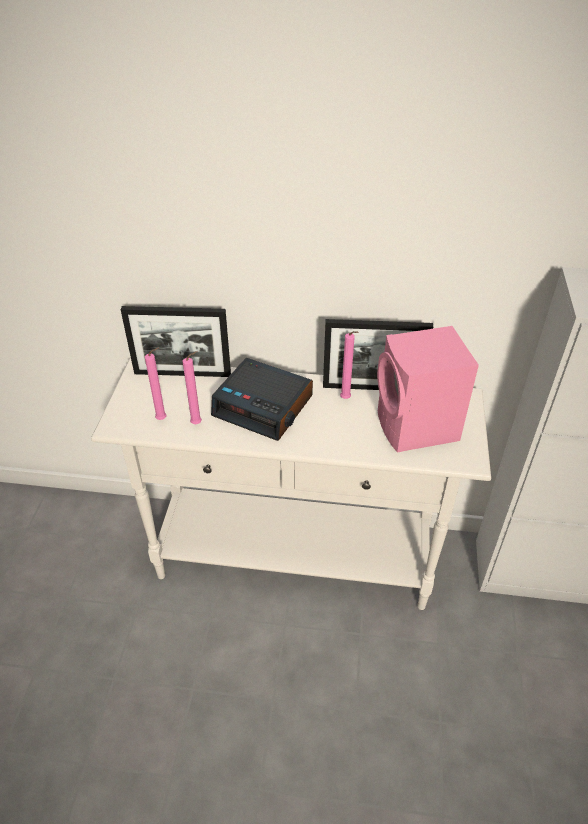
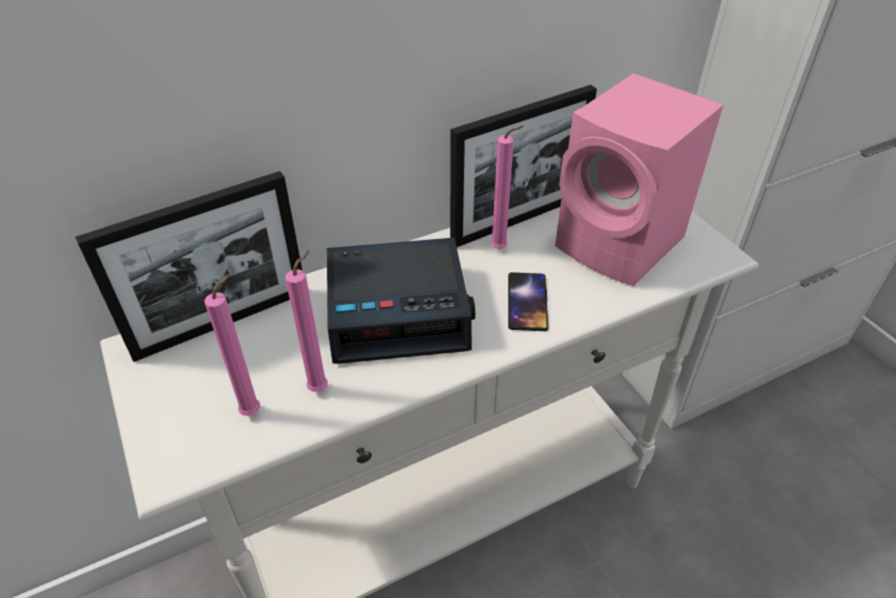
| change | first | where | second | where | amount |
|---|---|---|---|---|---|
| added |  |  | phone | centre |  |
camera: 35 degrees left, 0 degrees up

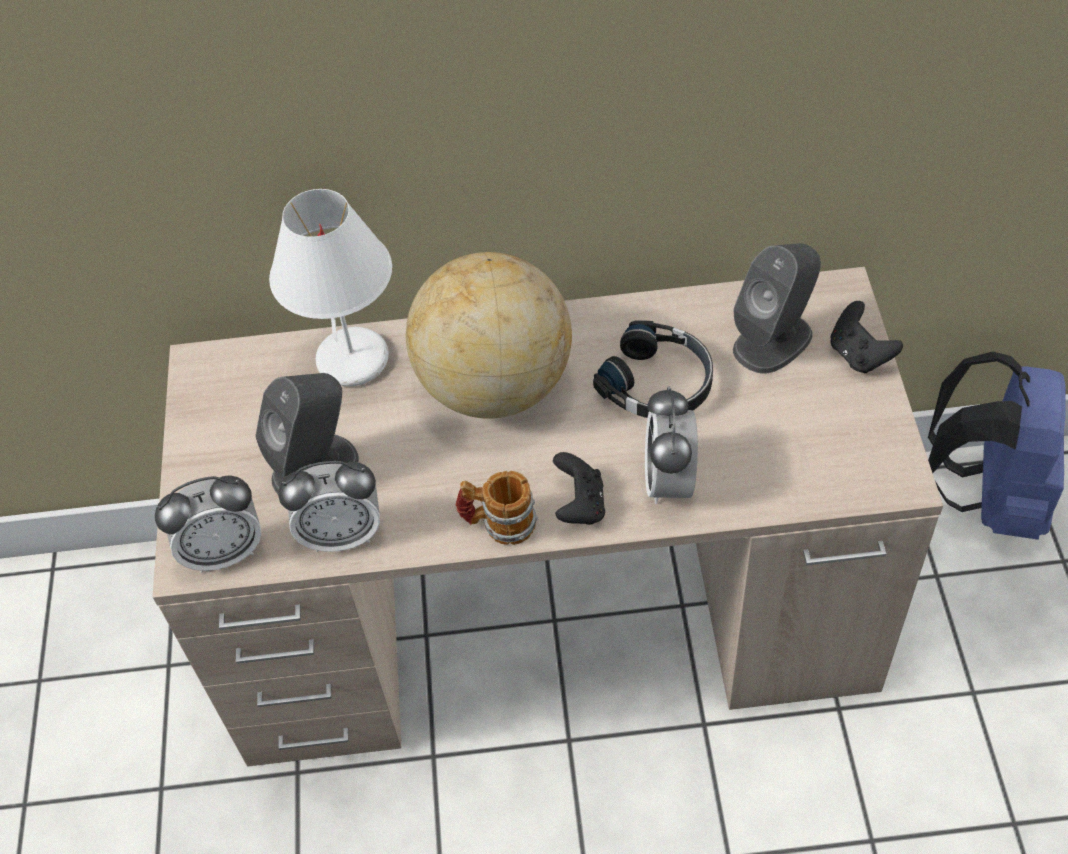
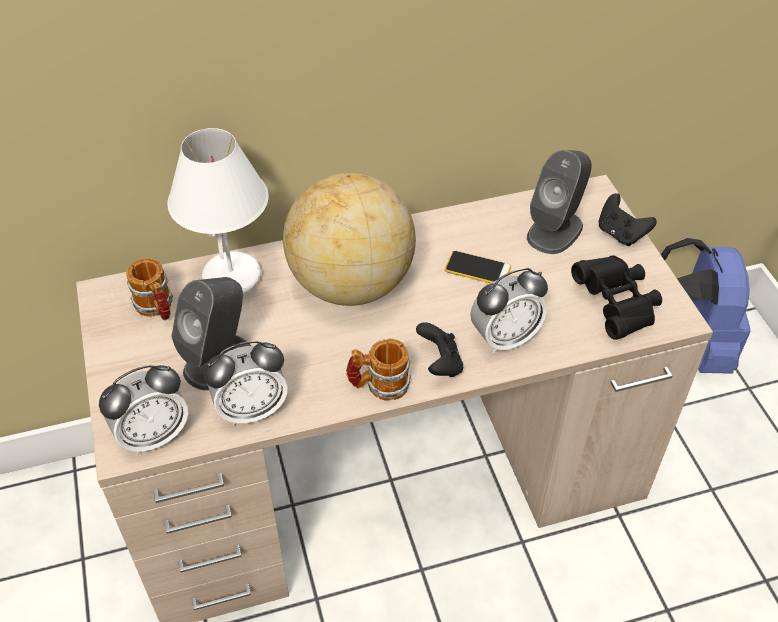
| change | first | where | second | where | amount |
|---|---|---|---|---|---|
| replaced | headset in black-coloured | centre | phone | centre |  |
| turned | alarm clock (3rd from left) | centre |  | centre | 105 degrees counterclockwise |
| added |  |  | mug (1st from left) | middle left |  |
| added |  |  | field glasses in black-coloured | middle right |  |
camera: 15 degrees left, 5 degrees down

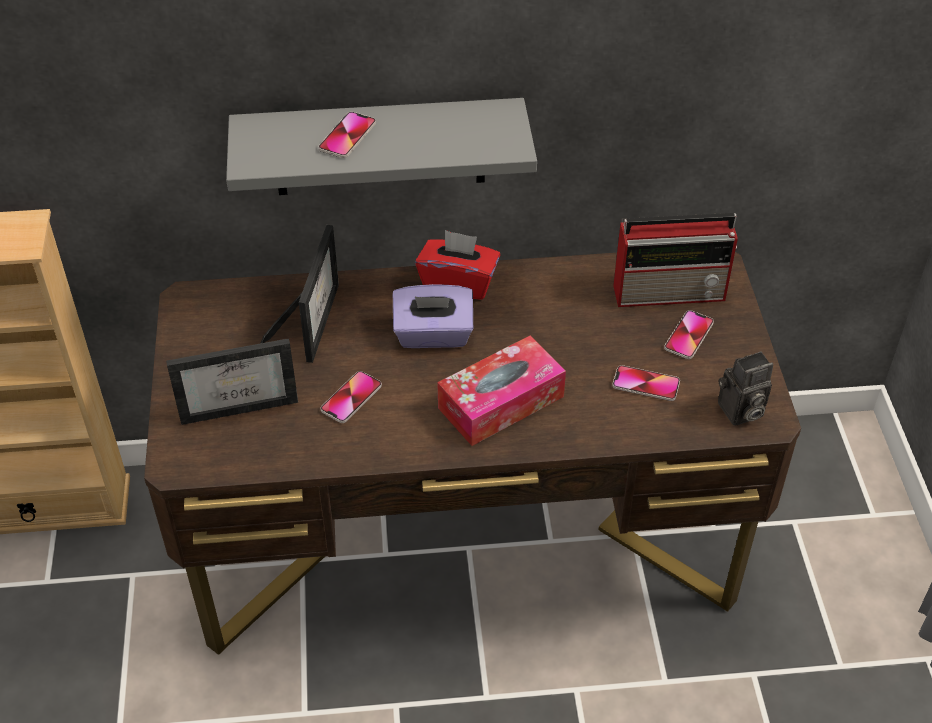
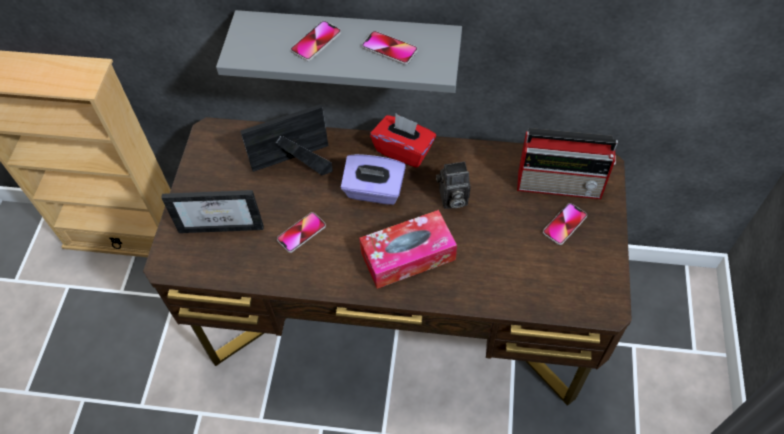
| change | first | where | second | where | amount |
|---|---|---|---|---|---|
| turned | picture frame (2nd from left) | middle left |  | top centre | 135 degrees counterclockwise |
| moved | phone (3rd from left) | middle right |  | top centre |  |
| moved | still camera | middle right |  | centre |  |
camera: 15 degrees right, 10 degrees up

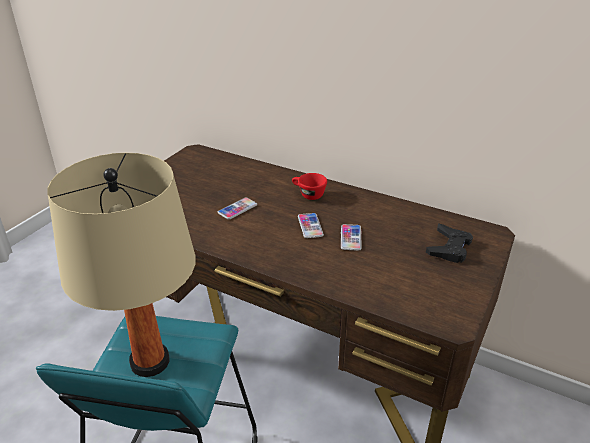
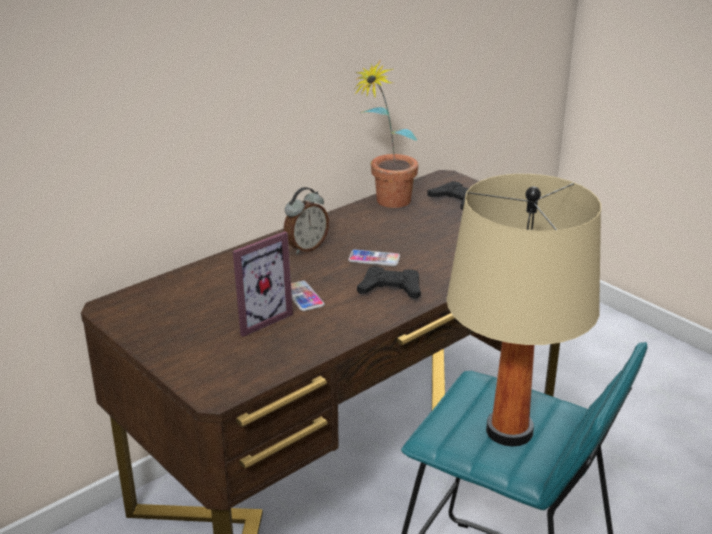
| change | first | where | second | where | amount |
|---|---|---|---|---|---|
| replaced | small cup in red-coloured | centre | alarm clock | centre |  |
| removed | phone (3rd from left) | centre |  |  |  |
| added |  |  | picture frame | centre |  |
| added |  |  | plant in a pot | top centre |  |
| added |  |  | joypad in black-coloured (1st from left) | centre |  |
camera: 70 degrees left, 5 degrees down

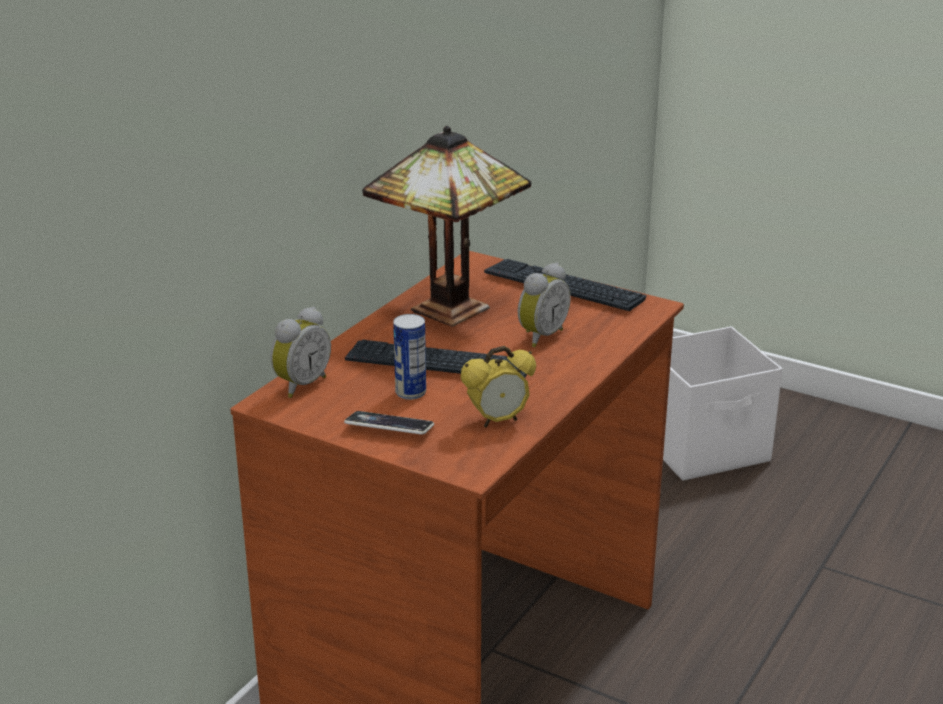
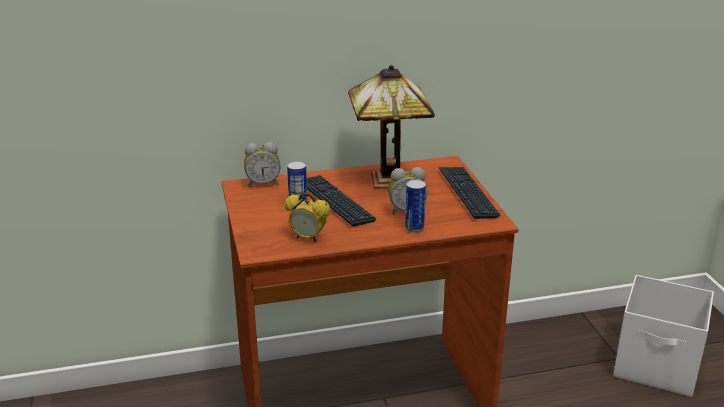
| change | first | where | second | where | amount |
|---|---|---|---|---|---|
| removed | phone | centre |  |  |  |
| added |  |  | sealed can (2nd from left) | centre |  |
camera: 45 degrees right, 0 degrees up

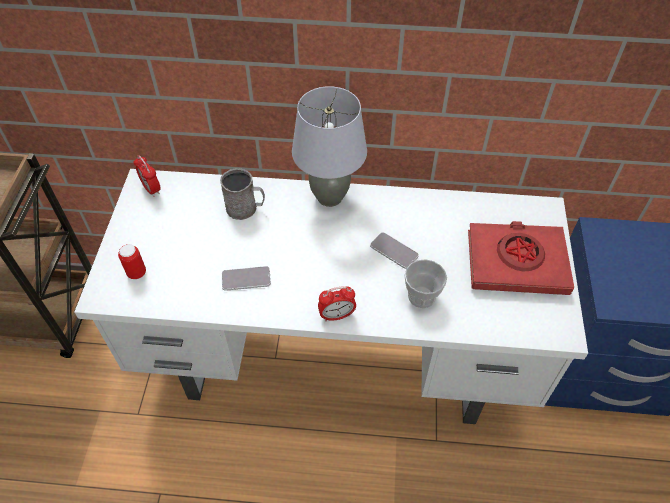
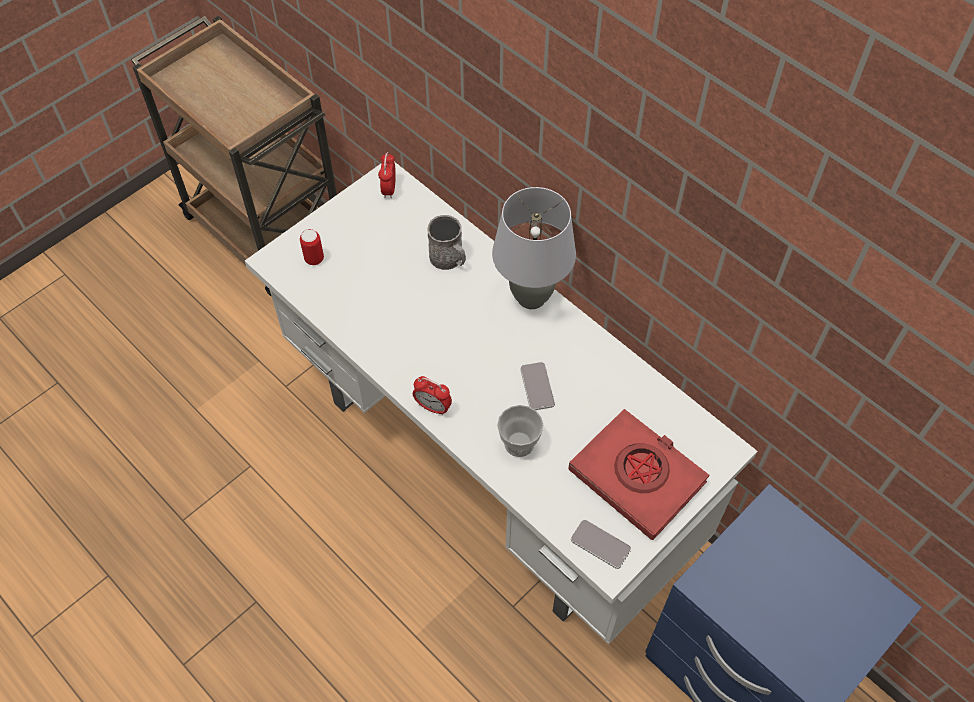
| change | first | where | second | where | amount |
|---|---|---|---|---|---|
| moved | phone (1st from left in the first image) | centre | phone (2nd from left) | bottom centre |  |
camera: 40 degrees right, 5 degrees up

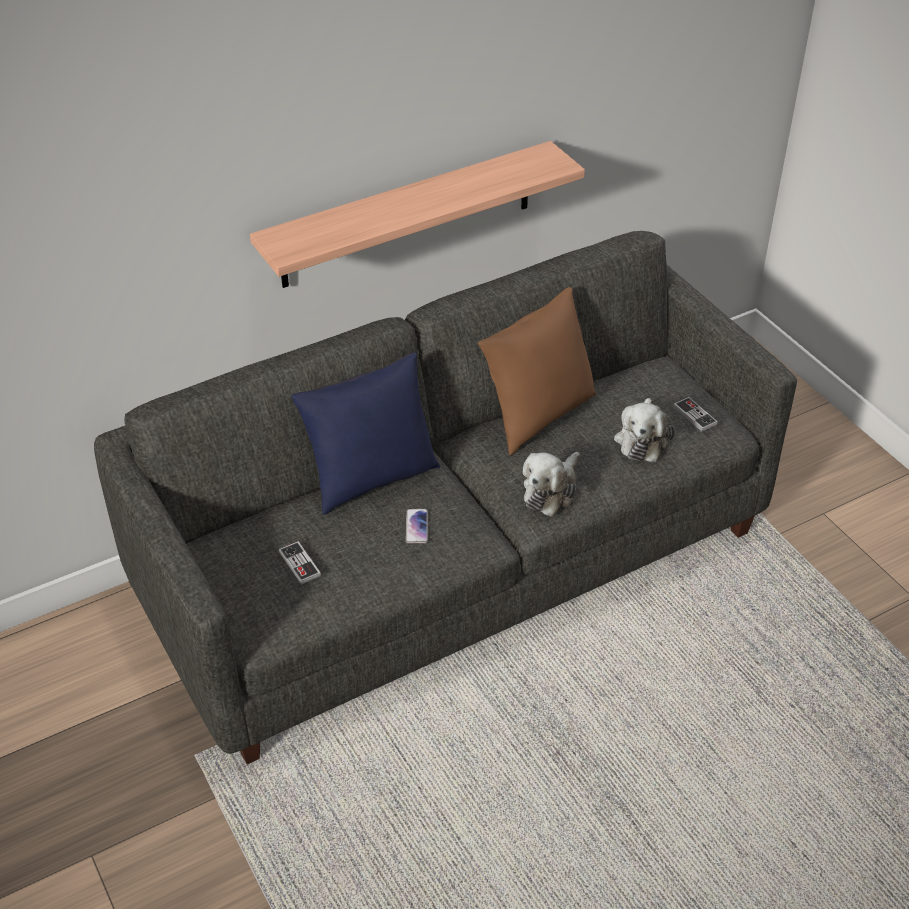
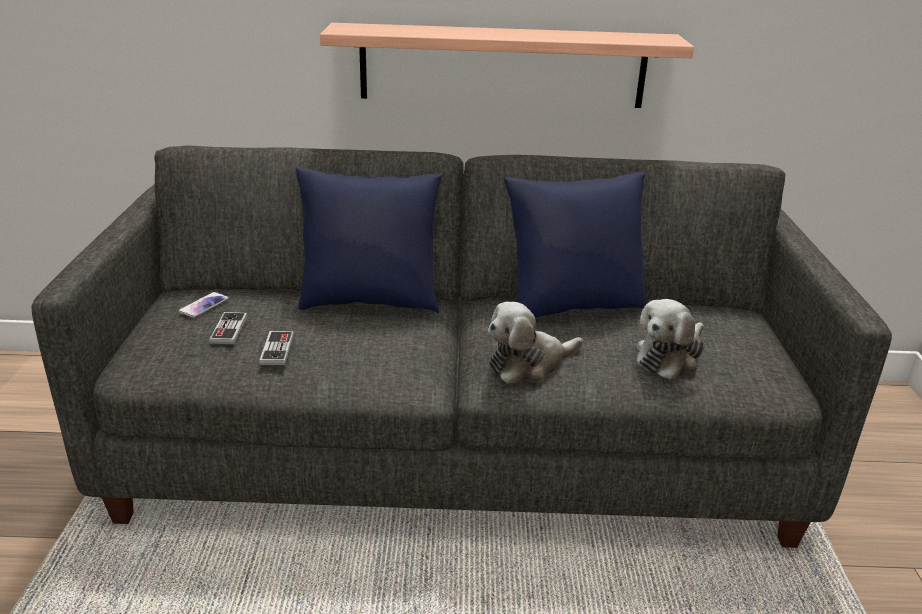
| change | first | where | second | where | amount |
|---|---|---|---|---|---|
| moved | phone | centre |  | middle left |  |
| recoloured | throw pillow in brownish | centre | throw pillow in bluish (2nd from left) | centre |  |
| moved | joypad (2nd from left) | middle right |  | middle left |  |
camera: 30 degrees right, 15 degrees down

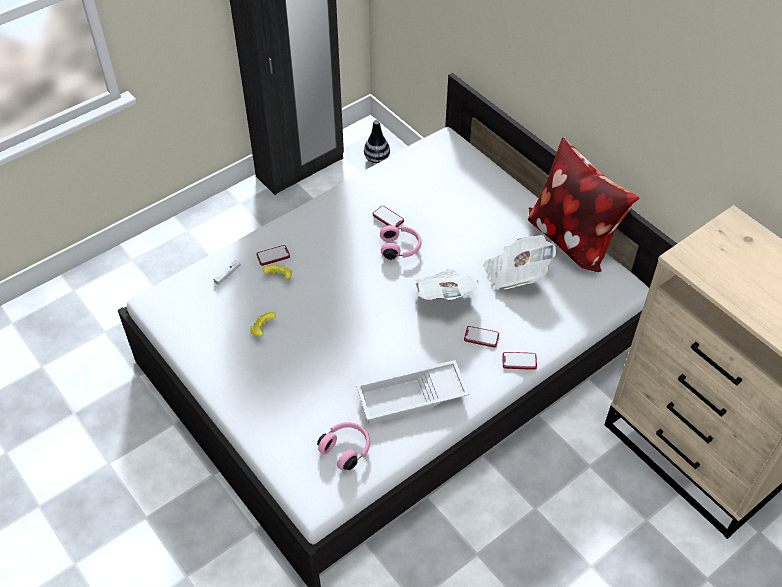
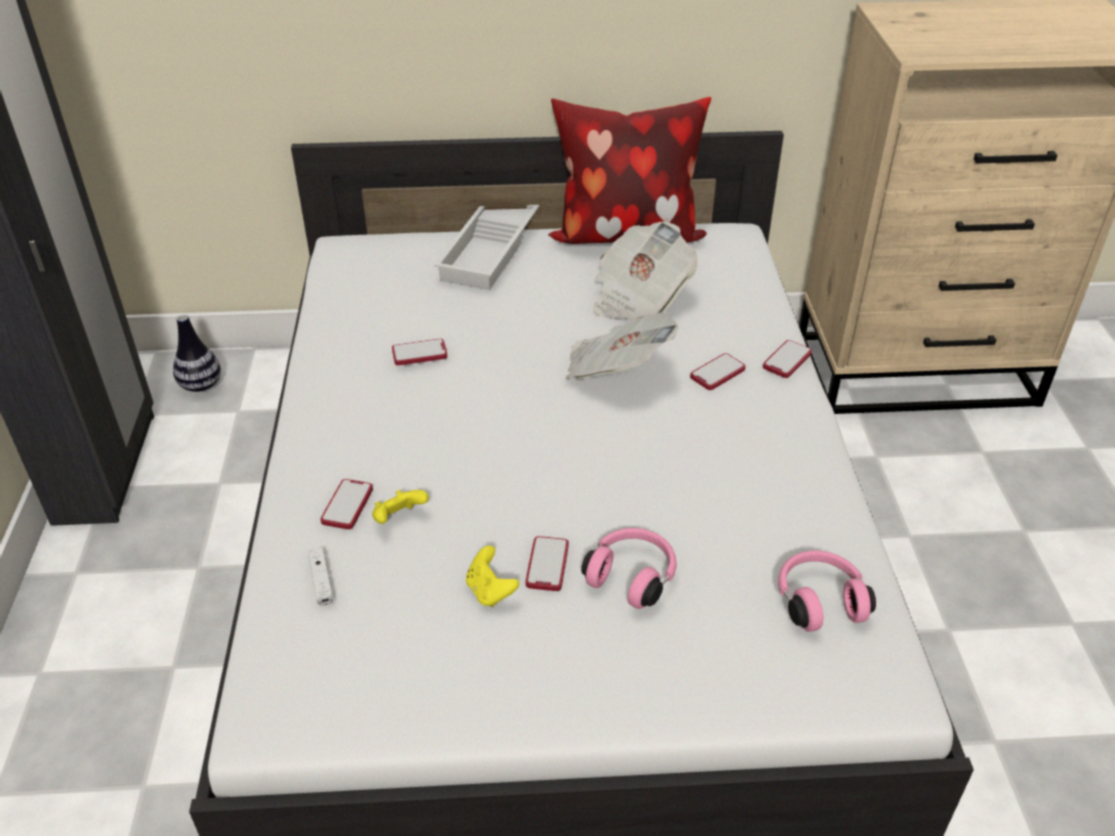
| change | first | where | second | where | amount |
|---|---|---|---|---|---|
| moved | serving tray in white | bottom centre |  | top centre |  |
| moved | headset in pink-coloured (2nd from left in the first image) | centre | headset in pink-coloured (1st from left) | bottom centre |  |
| added |  |  | phone (3rd from left) | bottom centre |  |
camera: 55 degrees left, 10 degrees down

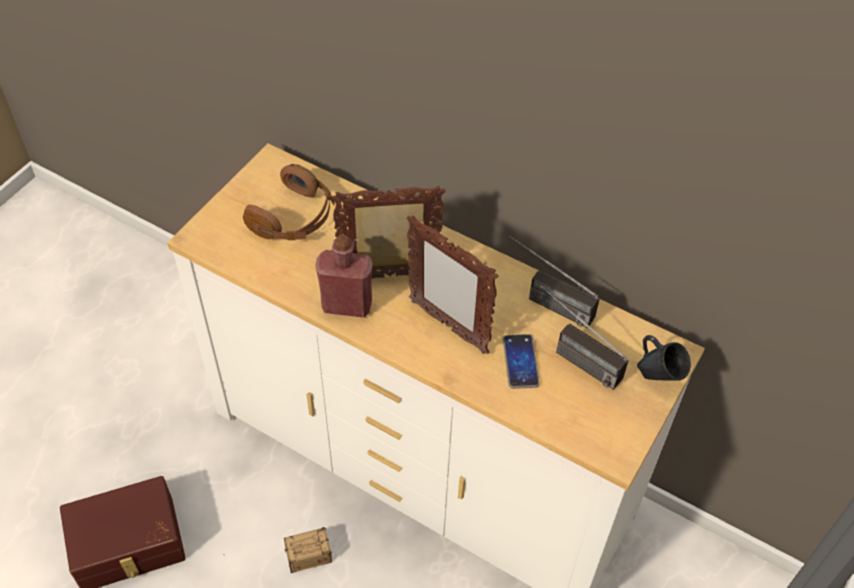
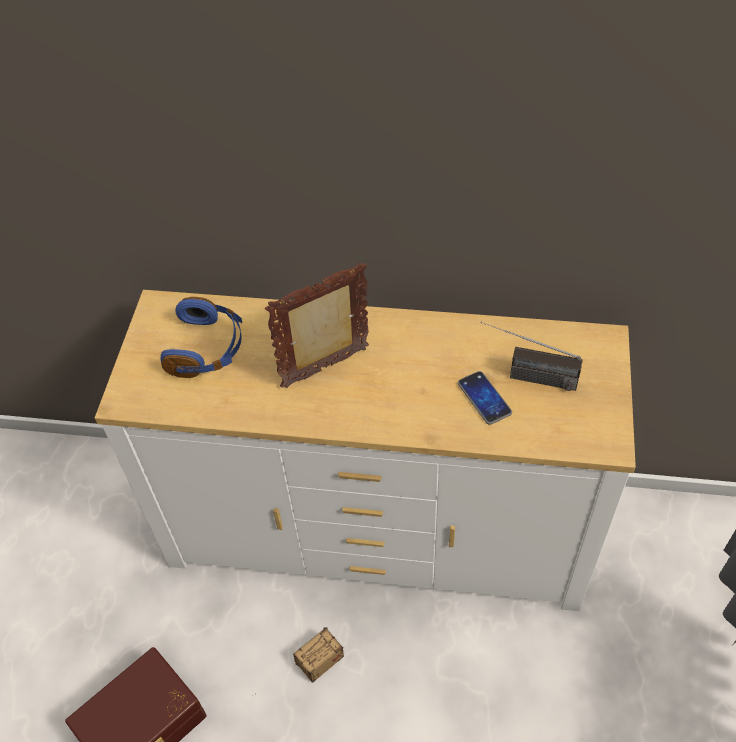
| change | first | where | second | where | amount |
|---|---|---|---|---|---|
| recoloured | headset in brownish | centre | headset in bluish | middle left |  |
| removed | bottle in red-coloured | centre |  |  |  |
| removed | picture frame (2nd from left) | centre |  |  |  |
| removed | radio (1st from left) | centre |  |  |  |
| removed | mug in bluish | middle right |  |  |  |
camera: 20 degrees left, 0 degrees up

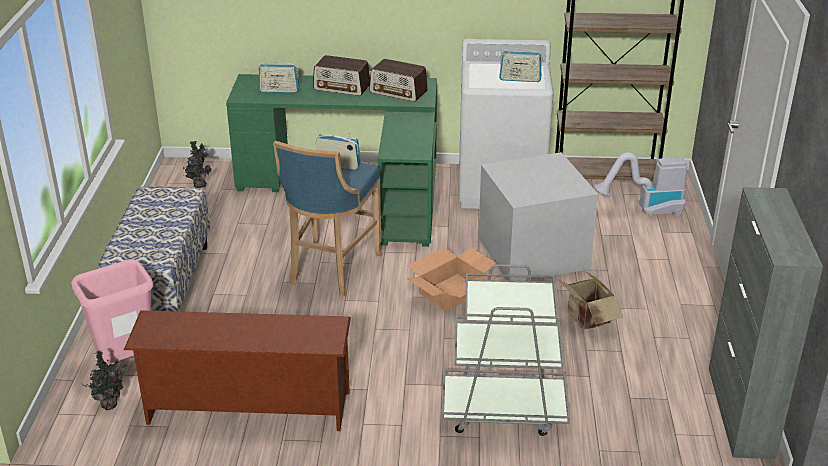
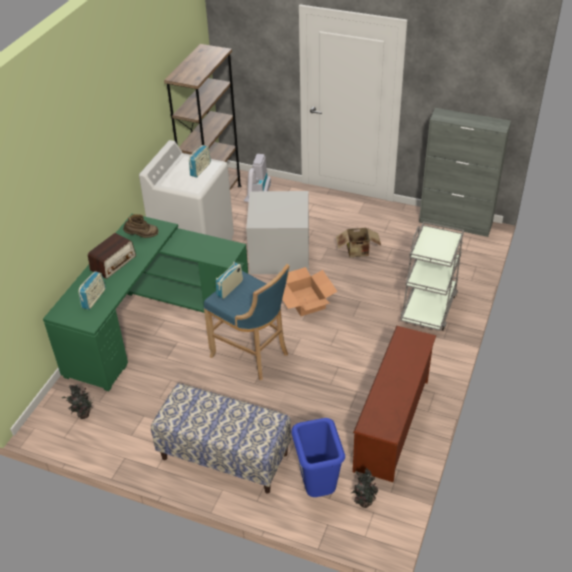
| change | first | where | second | where | amount |
|---|---|---|---|---|---|
| recoloured | trash can in pink-coloured | bottom left | trash can in bluish | bottom centre |  |
| replaced | radio (4th from left) | top centre | high-top boot in brownish | middle left |  |
camera: 70 degrees left, 10 degrees up

